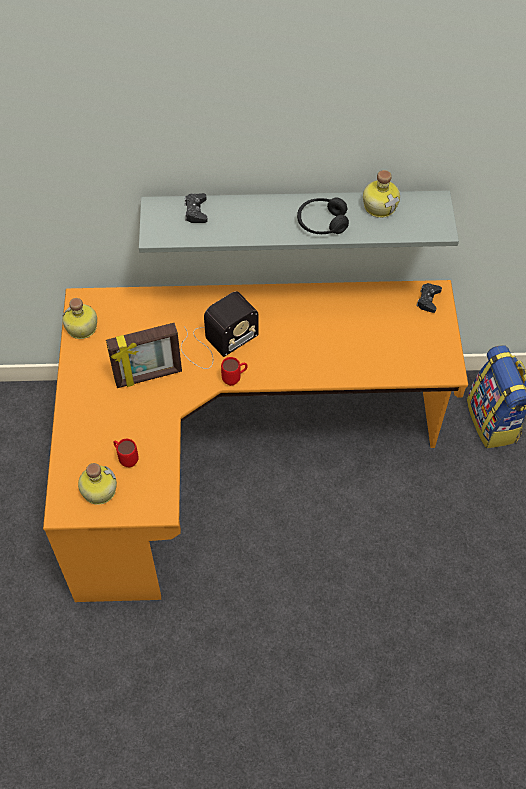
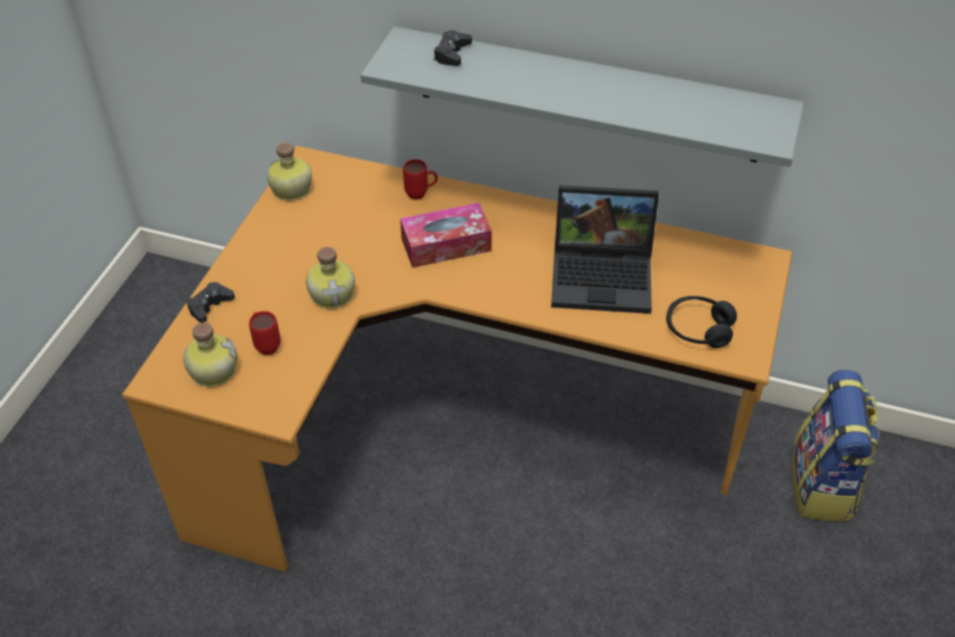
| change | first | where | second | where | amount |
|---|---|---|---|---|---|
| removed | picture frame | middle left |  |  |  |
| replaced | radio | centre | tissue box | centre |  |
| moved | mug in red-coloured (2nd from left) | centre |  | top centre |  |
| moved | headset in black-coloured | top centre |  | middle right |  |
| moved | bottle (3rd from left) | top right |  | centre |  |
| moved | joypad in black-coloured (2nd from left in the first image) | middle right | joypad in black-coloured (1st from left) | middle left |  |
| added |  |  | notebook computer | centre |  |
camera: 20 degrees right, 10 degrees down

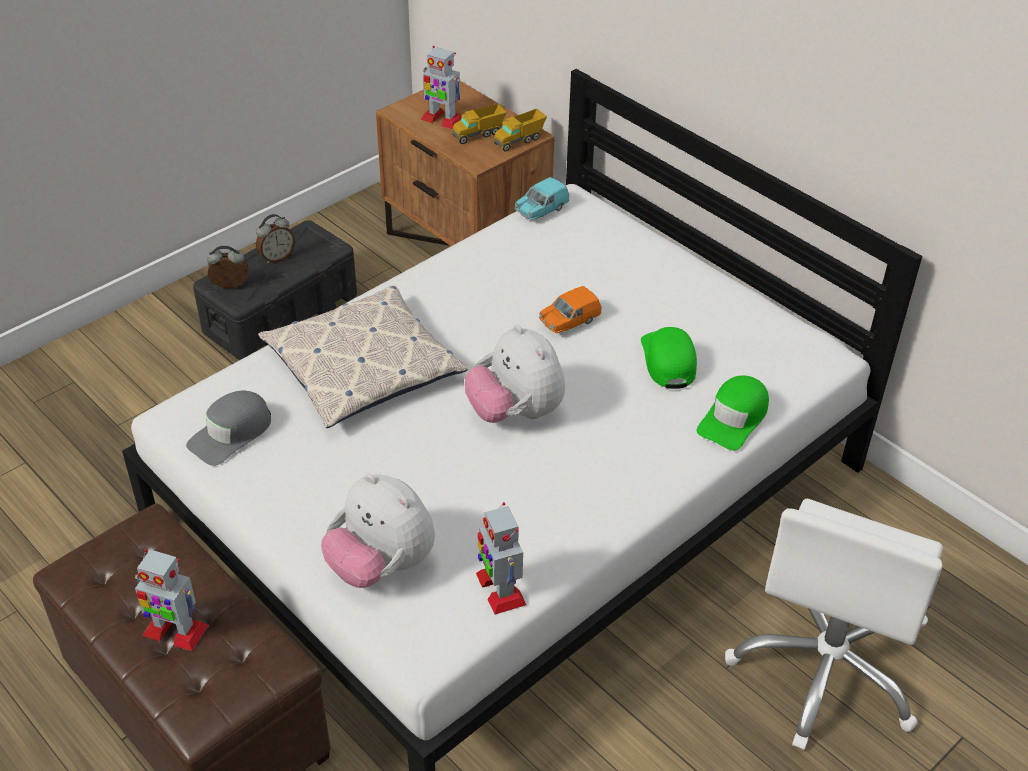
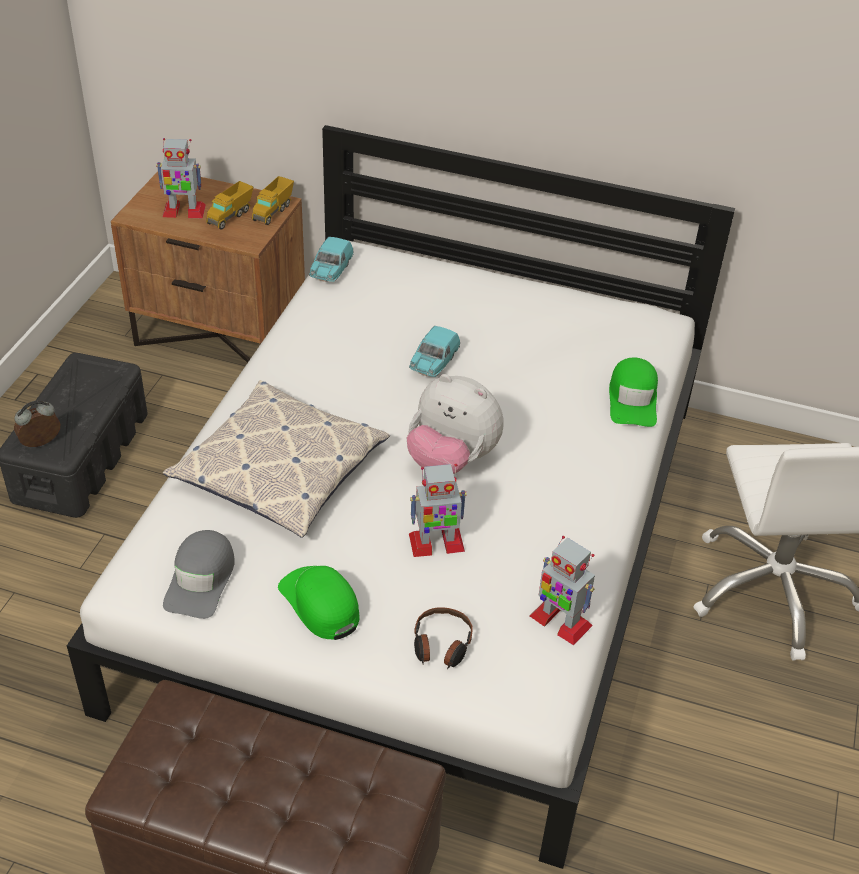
| change | first | where | second | where | amount |
|---|---|---|---|---|---|
| moved | toy robot (1st from left in the first image) | bottom left | toy robot (2nd from left) | centre |  |
| removed | alarm clock (2nd from left) | top left |  |  |  |
| replaced | plush toy (1st from left) | bottom centre | headset | bottom centre |  |
| recoloured | miniature car in orange-coloured | centre | miniature car in turquoise (2nd from left) | centre |  |
| moved | peaked cap in green (1st from left) | centre |  | bottom centre |  |
camera: 30 degrees left, 0 degrees up

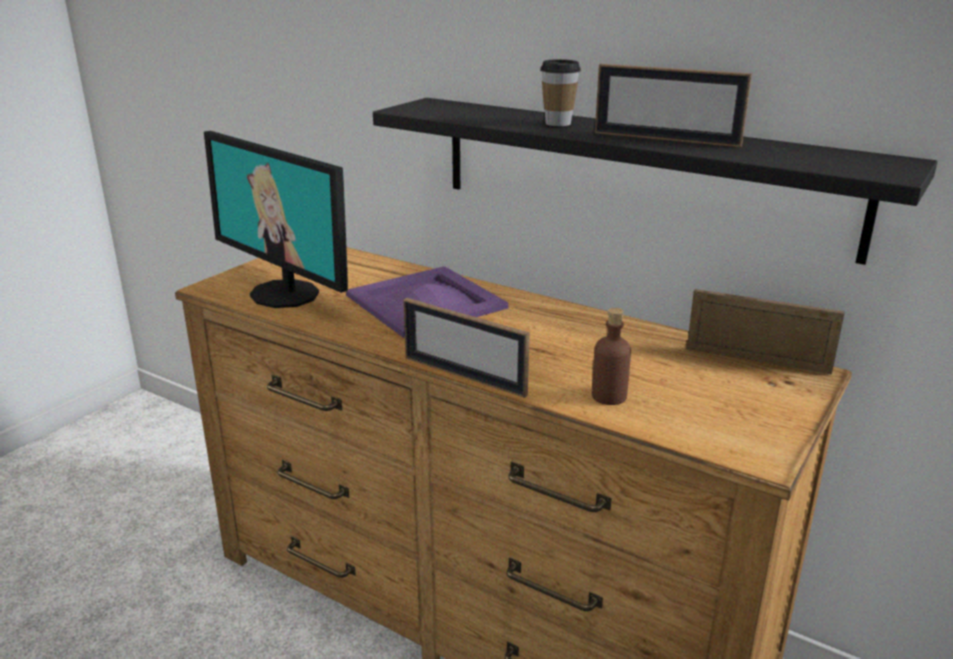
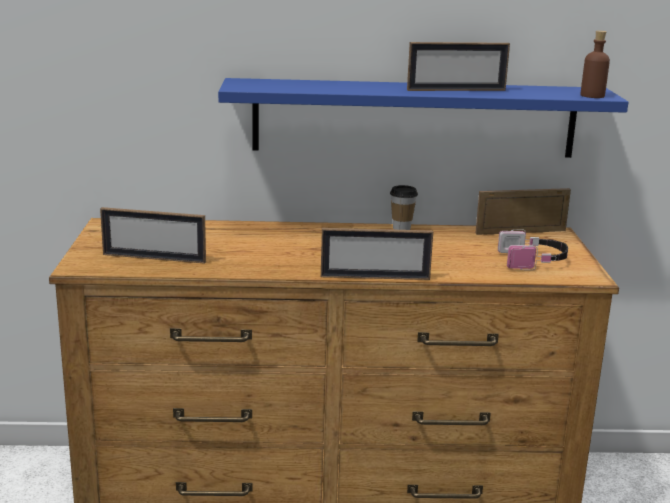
| change | first | where | second | where | amount |
|---|---|---|---|---|---|
| replaced | monitor | top left | picture frame (1st from left) | middle left |  |
| removed | serving tray in purplish | centre |  |  |  |
| recoloured | bracket shelf in black-coloured | top right | bracket shelf in bluish | top centre |  |
| moved | small cup | top centre |  | centre |  |
| moved | bottle in brownish | centre |  | top right |  |
| added |  |  | headset | middle right |  |
camera: 35 degrees left, 5 degrees down

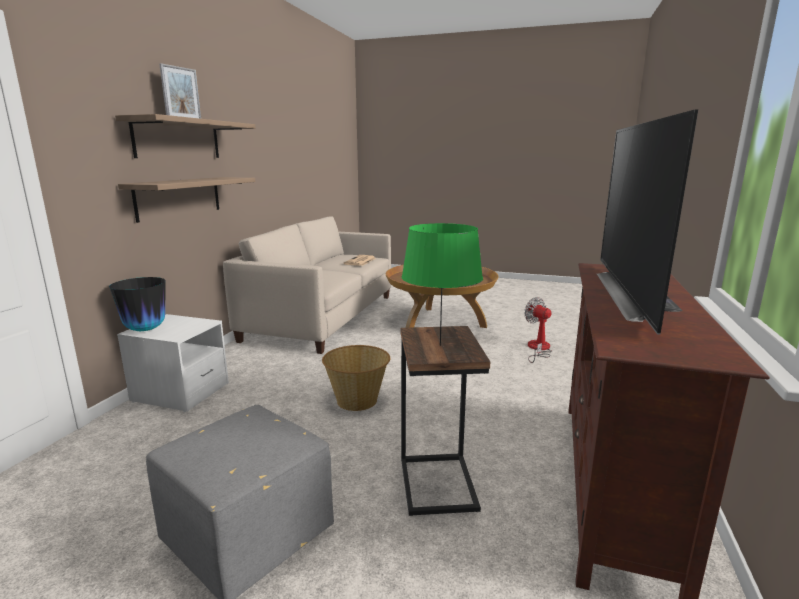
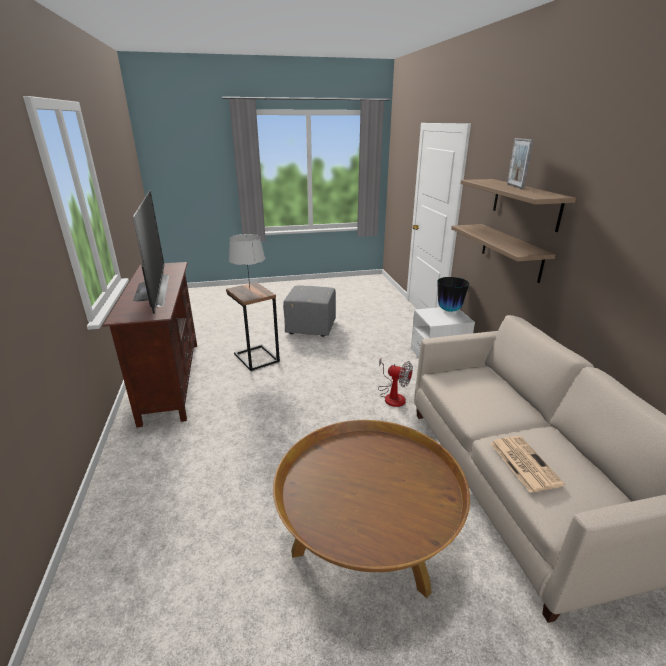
| change | first | where | second | where | amount |
|---|---|---|---|---|---|
| removed | storage basket | centre |  |  |  |
| recoloured | lamp for a table in green | centre | lamp for a table in greyish | centre |  |
| moved | electric fan | middle right |  | centre |  |
camera: 150 degrees right, 10 degrees up

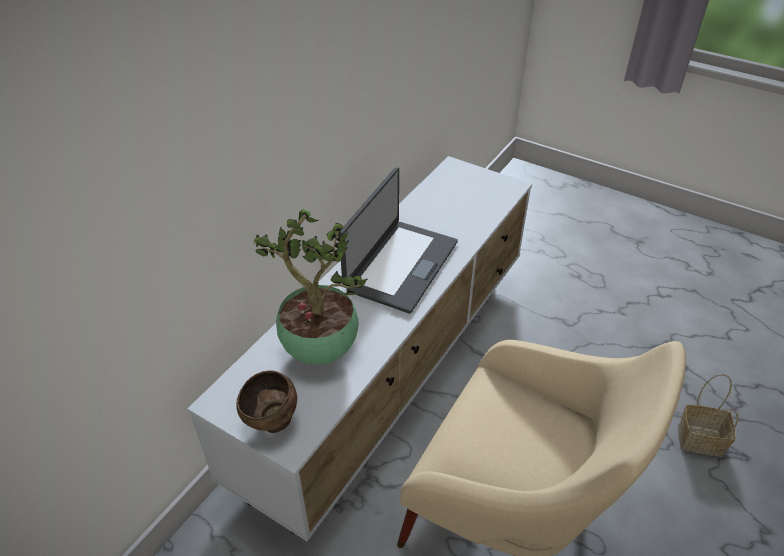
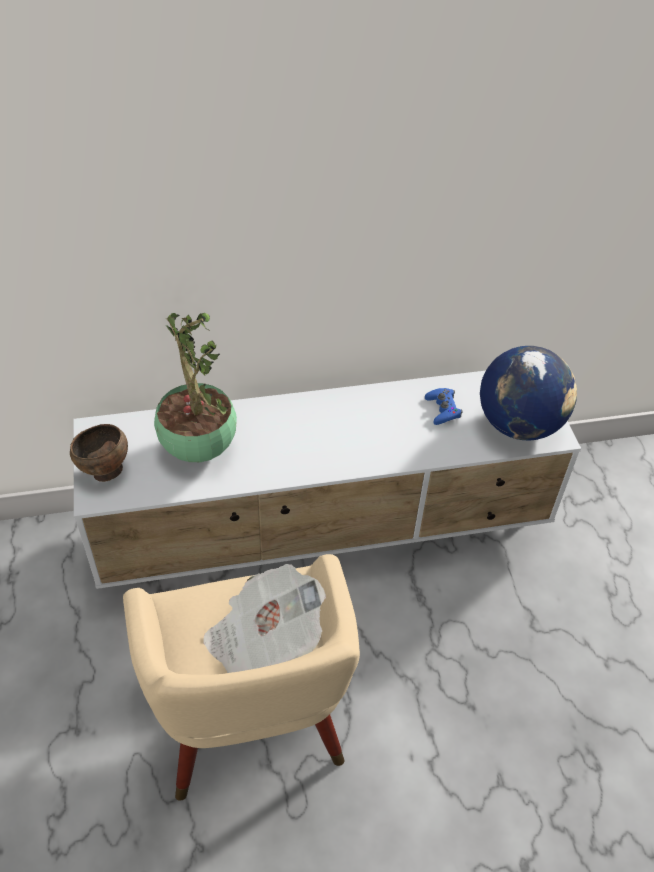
| change | first | where | second | where | amount |
|---|---|---|---|---|---|
| removed | notebook computer | centre |  |  |  |
| removed | storage basket | bottom right |  |  |  |
| added |  |  | newspaper | bottom centre |  |
| added |  |  | joypad in bluish | middle right |  |
| added |  |  | world globe | middle right |  |
camera: 45 degrees right, 5 degrees up

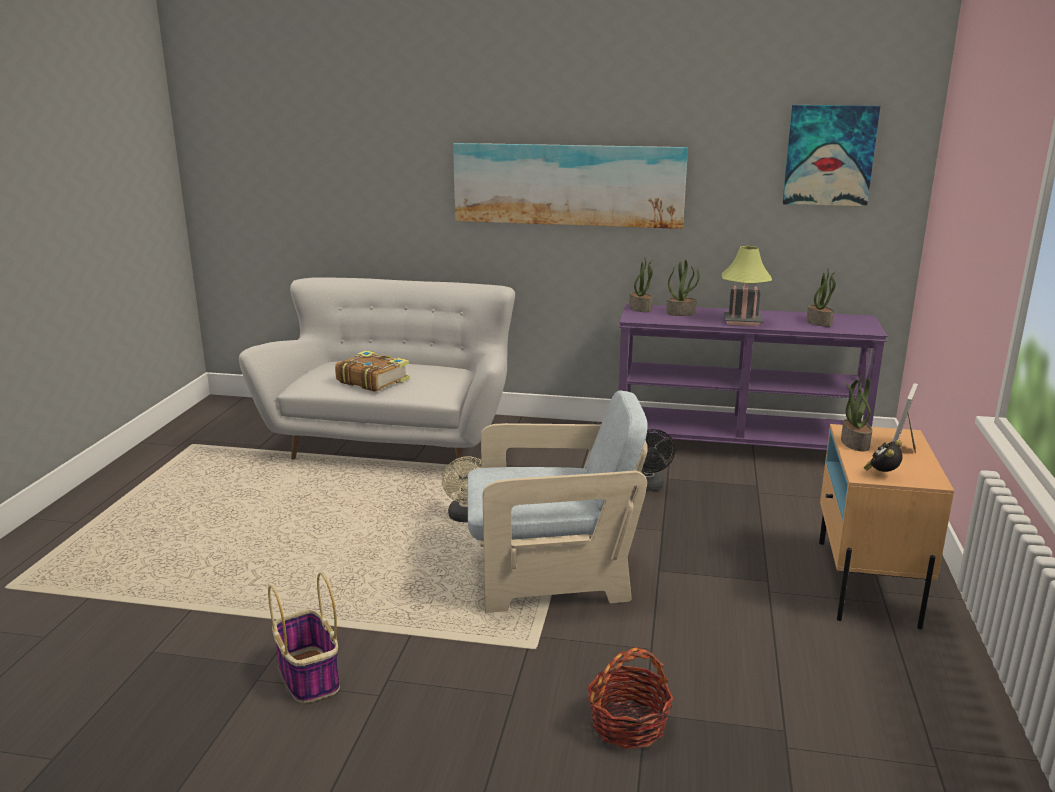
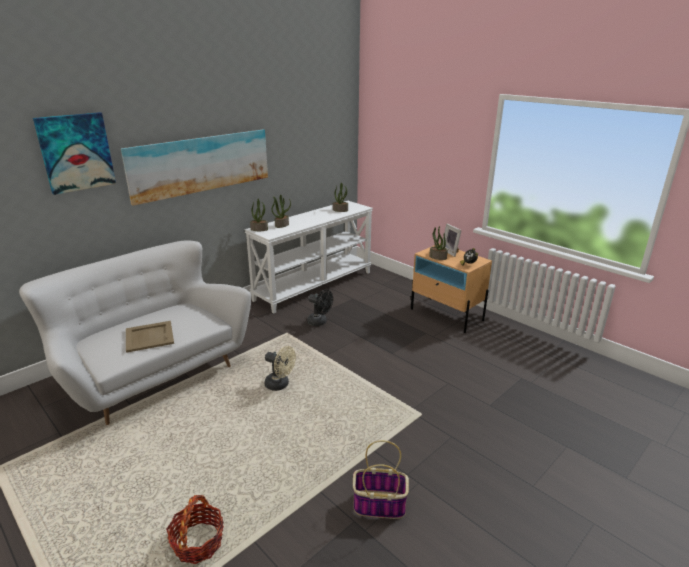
| change | first | where | second | where | amount |
|---|---|---|---|---|---|
| replaced | bound book | centre | serving tray in beige-coloured | middle left |  |
| removed | armchair in beige-coloured | centre |  |  |  |
| moved | storage basket (2nd from left in the first image) | bottom centre | storage basket (1st from left) | bottom left |  |
| recoloured | hall table in purplish | middle right | hall table in white | centre |  |
| removed | lamp for a table | middle right |  |  |  |
| moved | picture (2nd from left in the first image) | top right | picture (1st from left) | top left |  |
camera: 55 degrees left, 5 degrees up

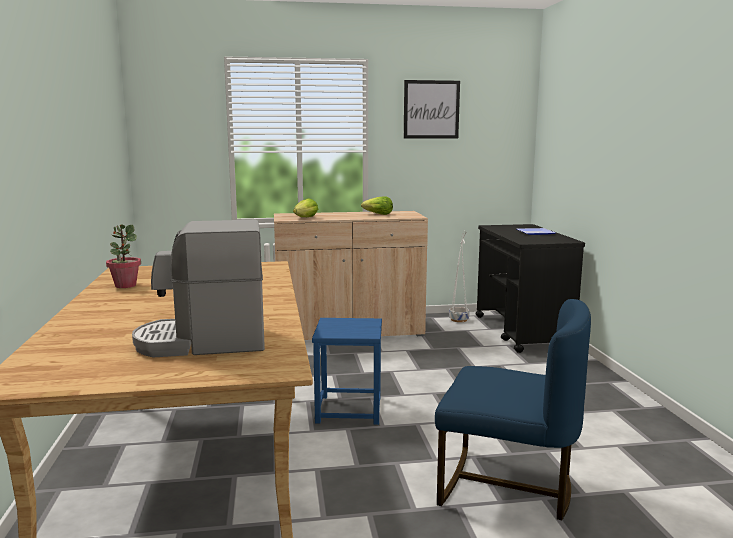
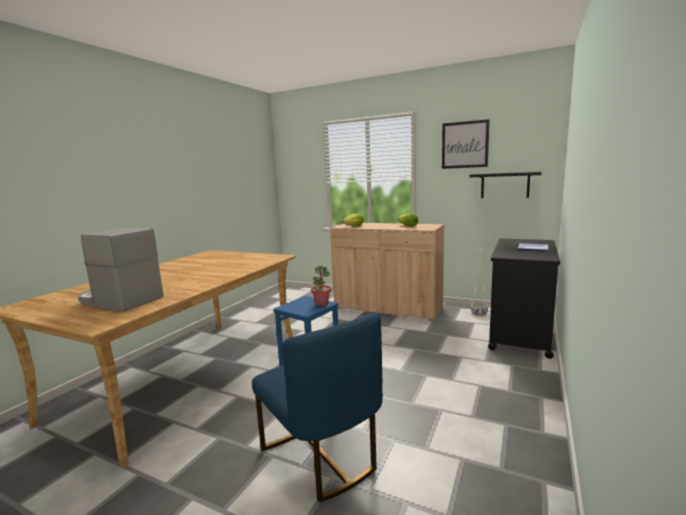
| change | first | where | second | where | amount |
|---|---|---|---|---|---|
| moved | plant in a pot | middle left |  | centre |  |
| added |  |  | bracket shelf in black-coloured | middle right |  |
camera: 35 degrees right, 0 degrees up

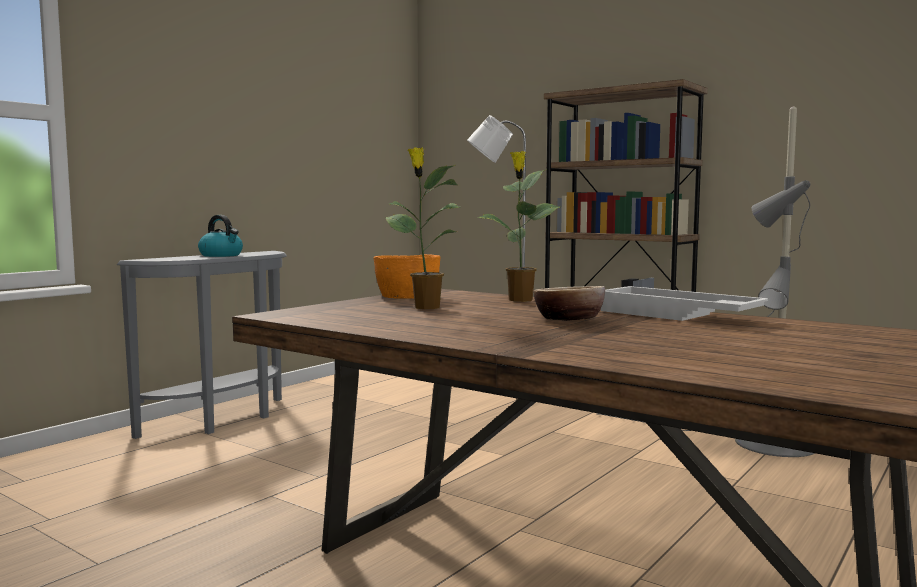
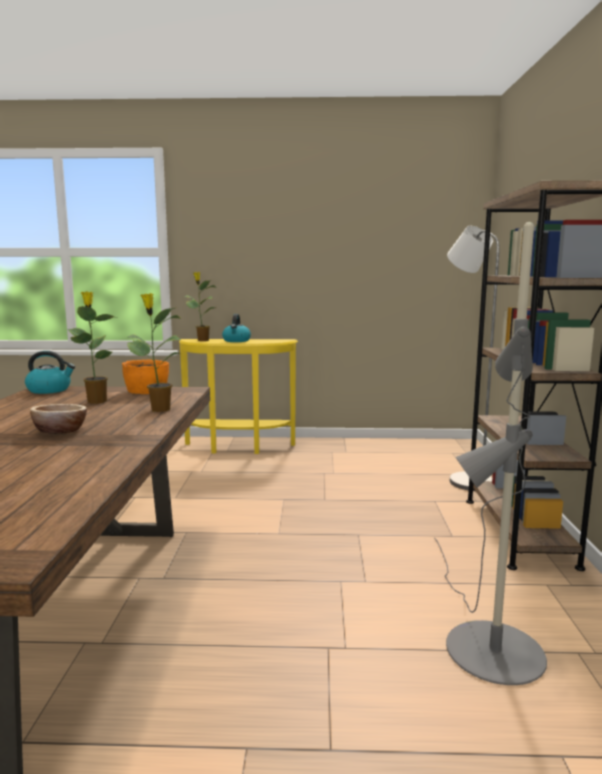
| change | first | where | second | where | amount |
|---|---|---|---|---|---|
| recoloured | hall table in greyish | middle left | hall table in yellow-coloured | centre |  |
| removed | serving tray in white | middle right |  |  |  |
| added |  |  | water kettle (1st from left) | middle left |  |
| added |  |  | plant in a pot (3rd from left) | middle left |  |
camera: 55 degrees right, 5 degrees up

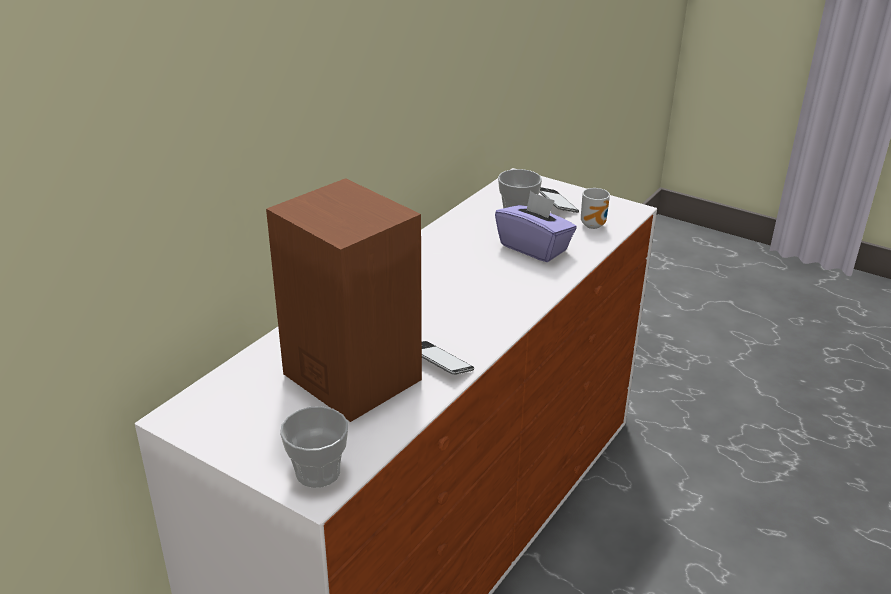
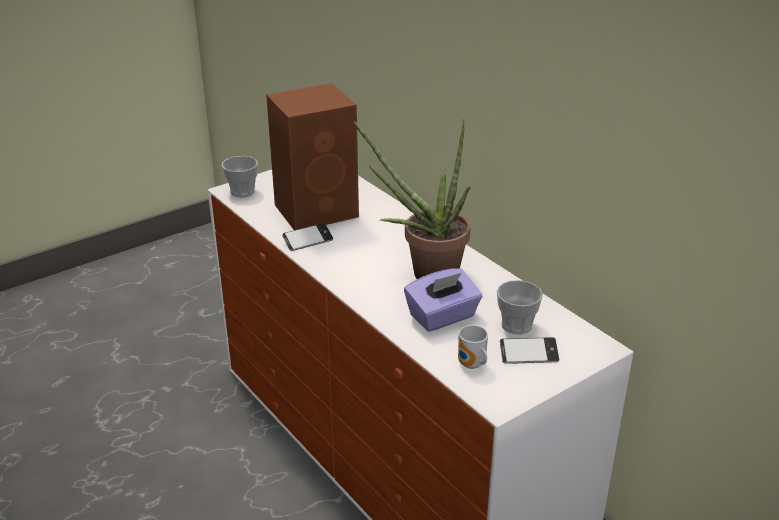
| change | first | where | second | where | amount |
|---|---|---|---|---|---|
| added |  |  | plant in a pot | centre |  |
camera: 110 degrees right, 0 degrees up

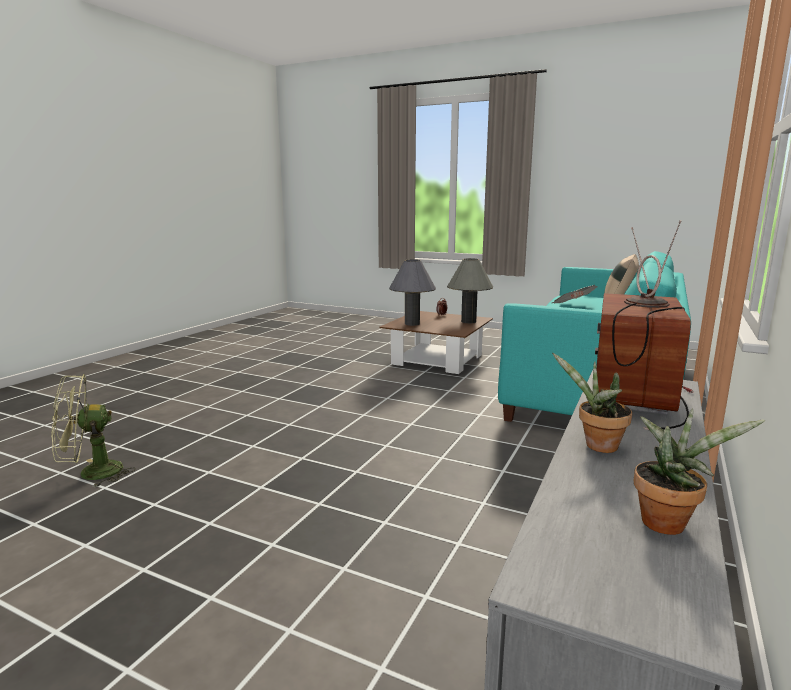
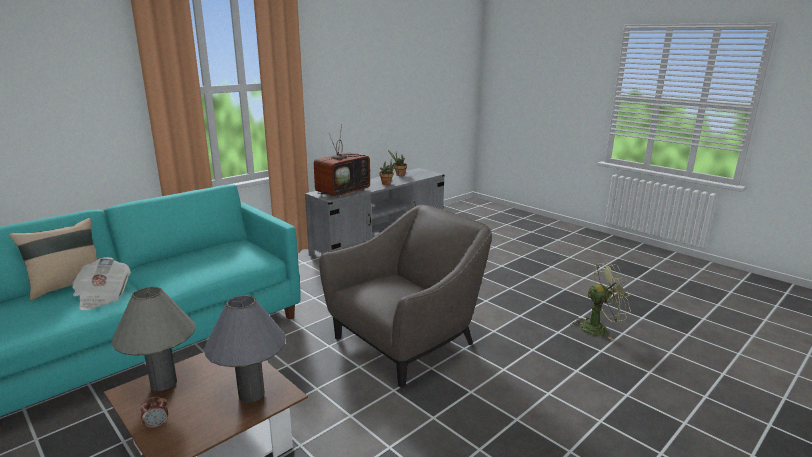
| change | first | where | second | where | amount |
|---|---|---|---|---|---|
| added |  |  | armchair in greyish | centre |  |
camera: 160 degrees left, 5 degrees up

